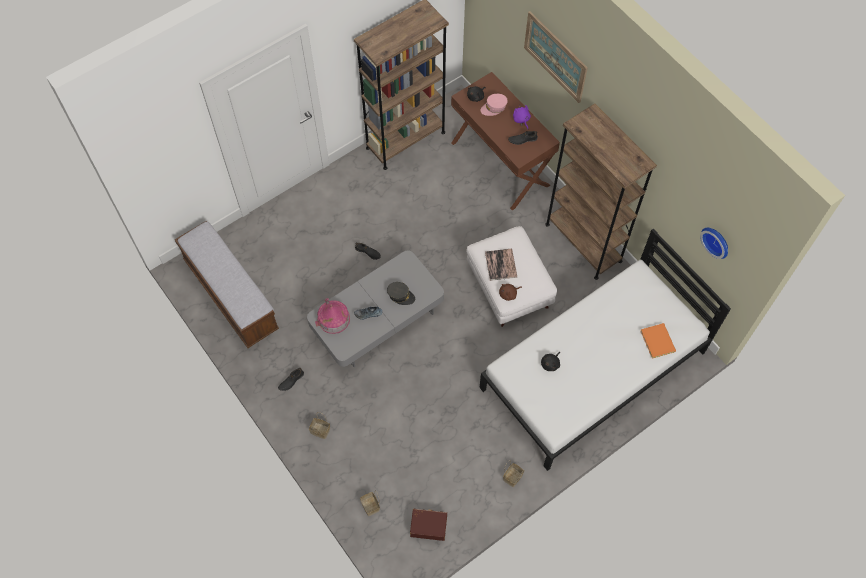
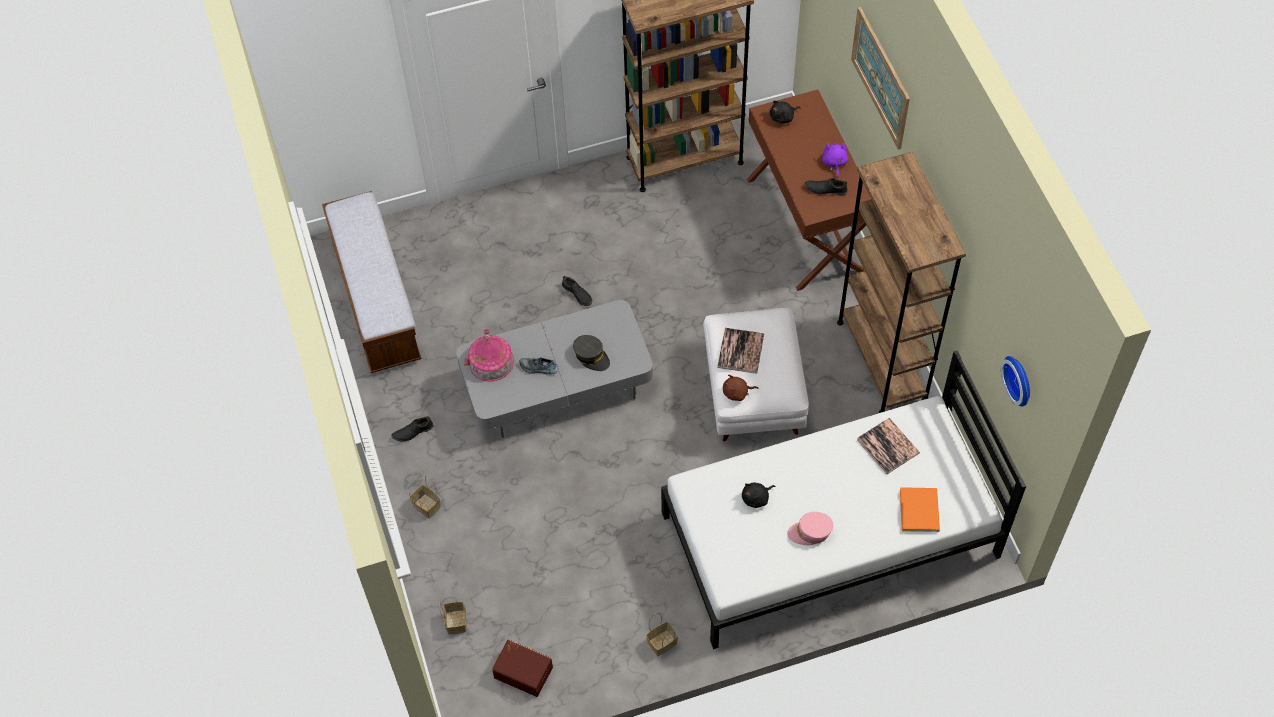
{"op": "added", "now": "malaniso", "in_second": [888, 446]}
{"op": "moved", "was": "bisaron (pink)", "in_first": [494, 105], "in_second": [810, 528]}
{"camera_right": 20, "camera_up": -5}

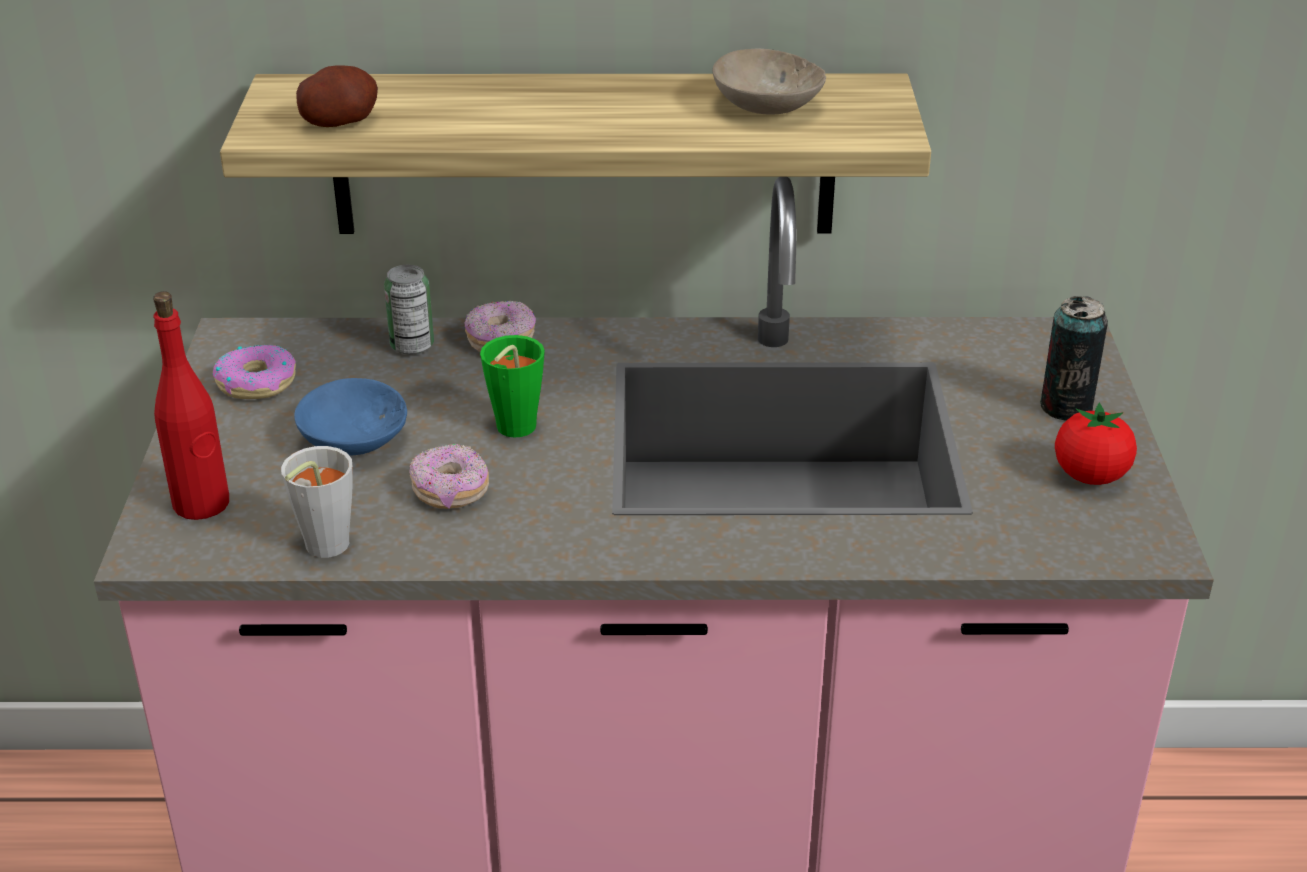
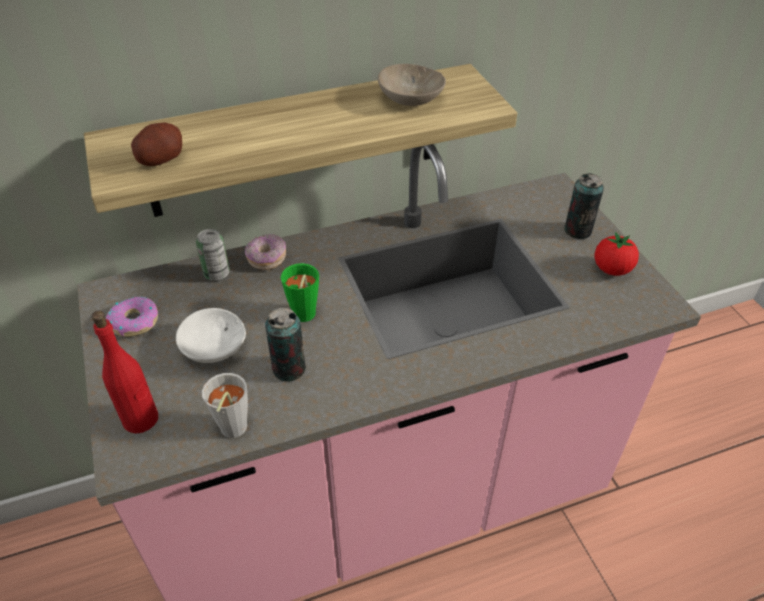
{"op": "replaced", "was": "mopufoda", "now": "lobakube", "in_first": [449, 476], "in_second": [285, 345]}
{"op": "recoloured", "was": "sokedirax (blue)", "now": "sokedirax (white)", "in_first": [350, 416], "in_second": [211, 335]}
{"camera_right": -20, "camera_up": 10}

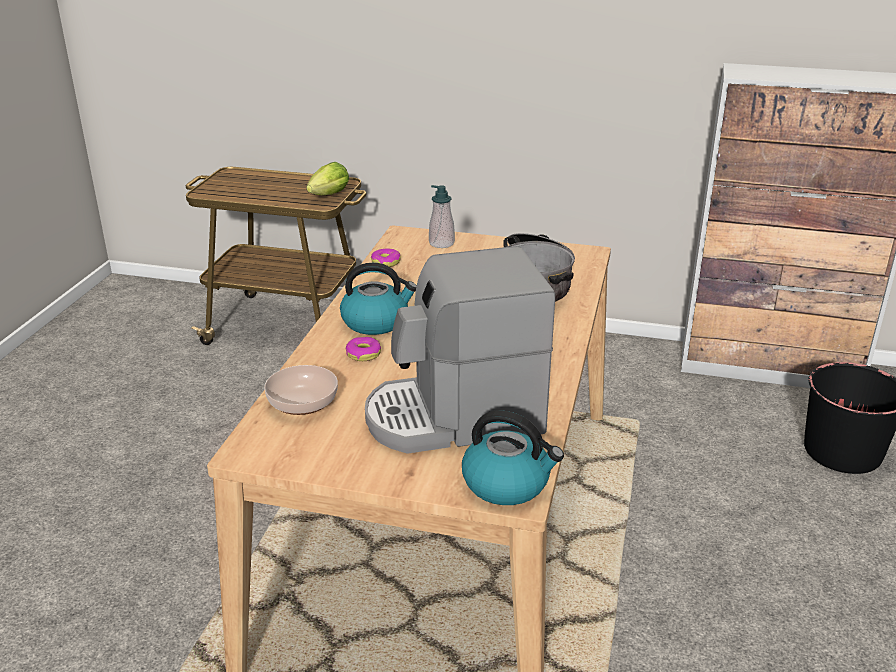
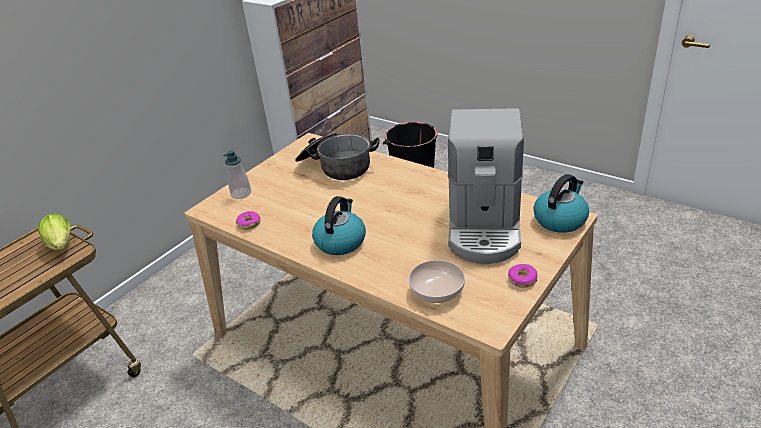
{"op": "moved", "was": "mopufoda", "in_first": [363, 349], "in_second": [523, 276]}
{"camera_right": -65, "camera_up": 5}

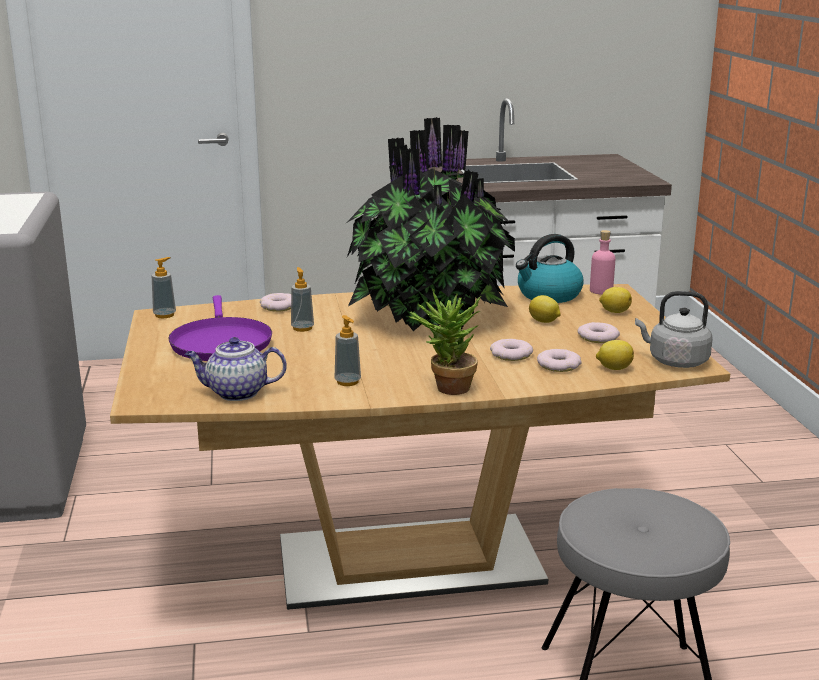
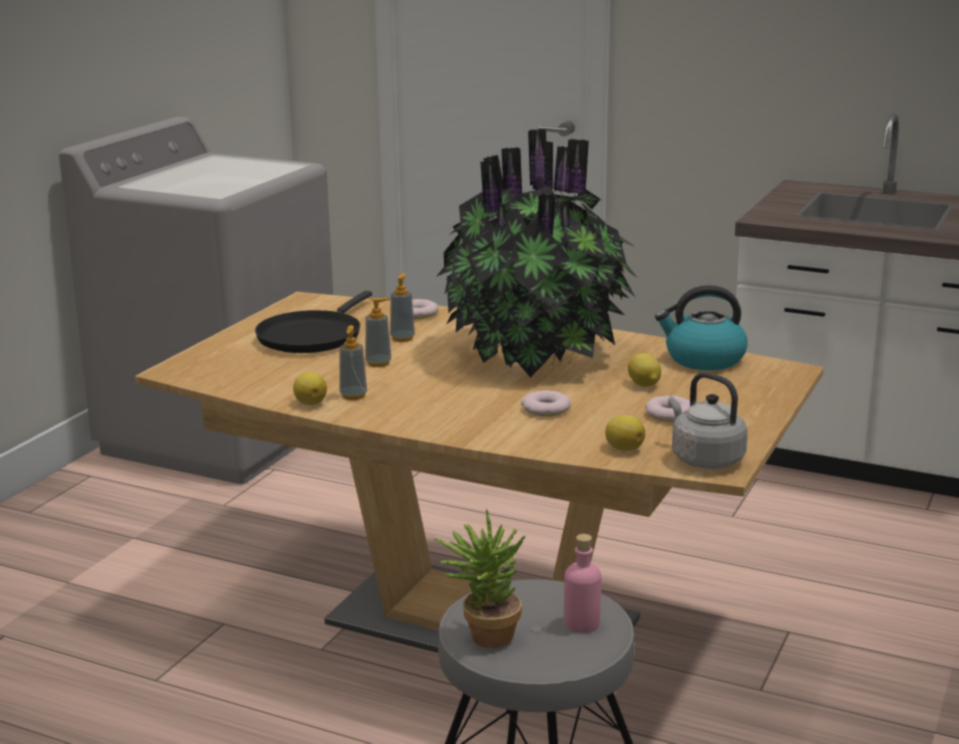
{"op": "removed", "was": "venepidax", "in_first": [236, 369]}
{"op": "removed", "was": "mopufoda", "in_first": [559, 360]}
{"op": "moved", "was": "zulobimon", "in_first": [164, 287], "in_second": [378, 332]}
{"op": "moved", "was": "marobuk", "in_first": [444, 341], "in_second": [479, 578]}
{"op": "moved", "was": "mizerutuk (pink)", "in_first": [603, 262], "in_second": [582, 583]}
{"op": "moved", "was": "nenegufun", "in_first": [615, 300], "in_second": [310, 388]}
{"op": "recoloured", "was": "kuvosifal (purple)", "now": "kuvosifal (black)", "in_first": [220, 328], "in_second": [313, 322]}
{"camera_right": 35, "camera_up": 0}

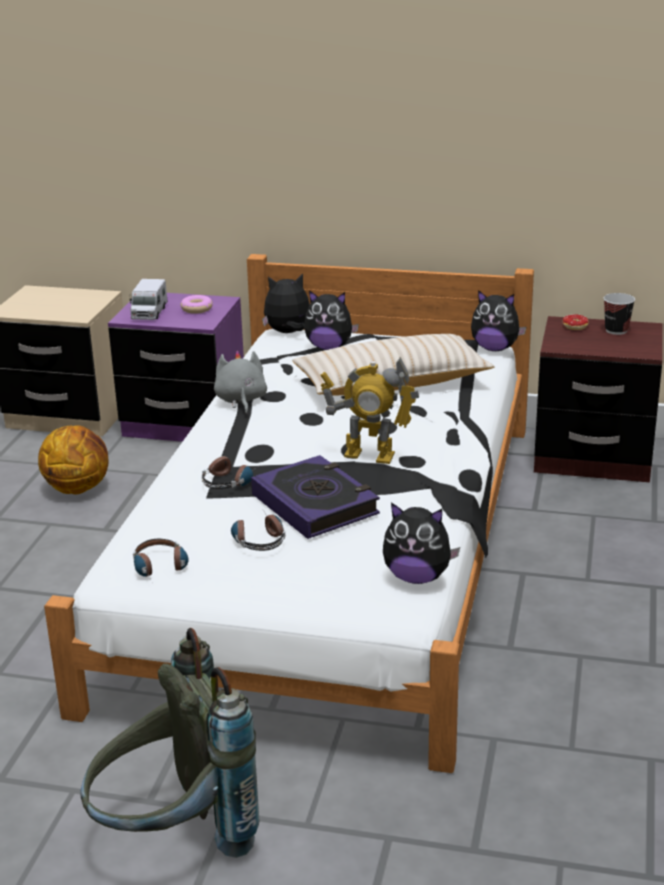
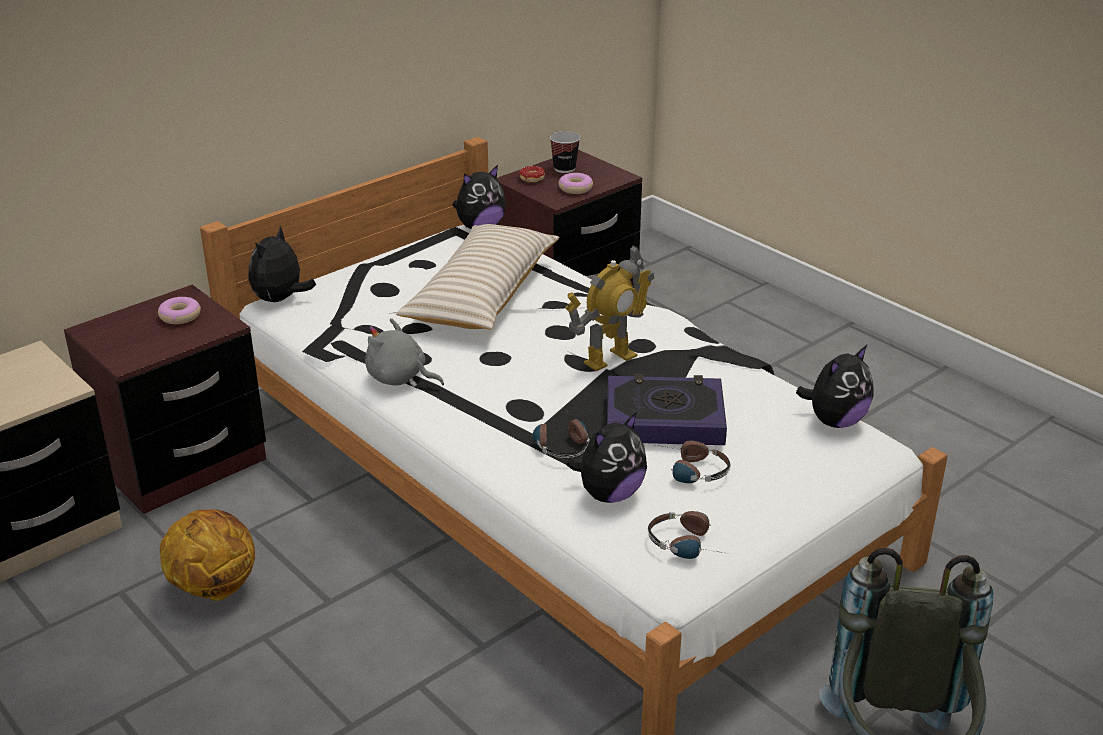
{"op": "removed", "was": "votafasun", "in_first": [148, 299]}
{"op": "added", "now": "mopufoda", "in_second": [575, 183]}
{"op": "moved", "was": "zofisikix", "in_first": [331, 320], "in_second": [607, 458]}
{"op": "recoloured", "was": "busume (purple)", "now": "busume (brown)", "in_first": [176, 367], "in_second": [165, 399]}
{"camera_right": -55, "camera_up": 5}

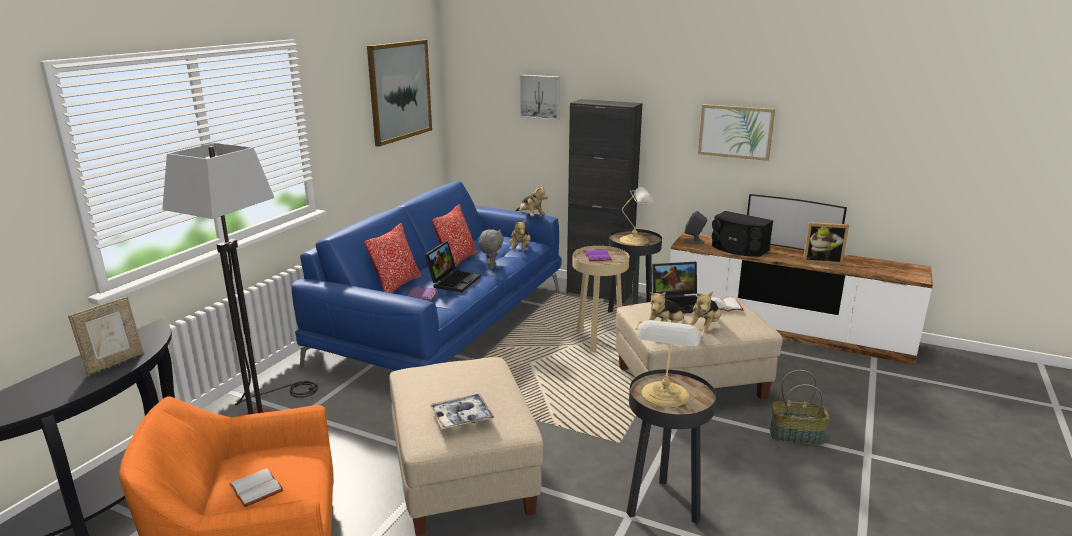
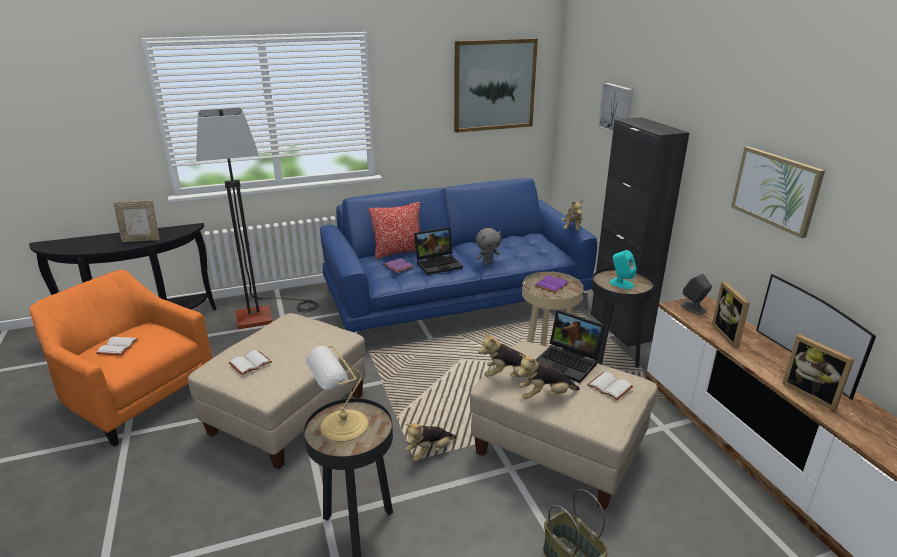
{"op": "removed", "was": "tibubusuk", "in_first": [454, 238]}
{"op": "moved", "was": "zofisikix", "in_first": [520, 235], "in_second": [430, 443]}
{"op": "replaced", "was": "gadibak", "now": "malaniso (white)", "in_first": [462, 411], "in_second": [250, 362]}
{"op": "replaced", "was": "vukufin", "now": "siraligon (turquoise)", "in_first": [637, 216], "in_second": [623, 269]}
{"op": "replaced", "was": "siraligon (black)", "now": "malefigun", "in_first": [742, 234], "in_second": [731, 315]}
{"camera_right": 45, "camera_up": 5}

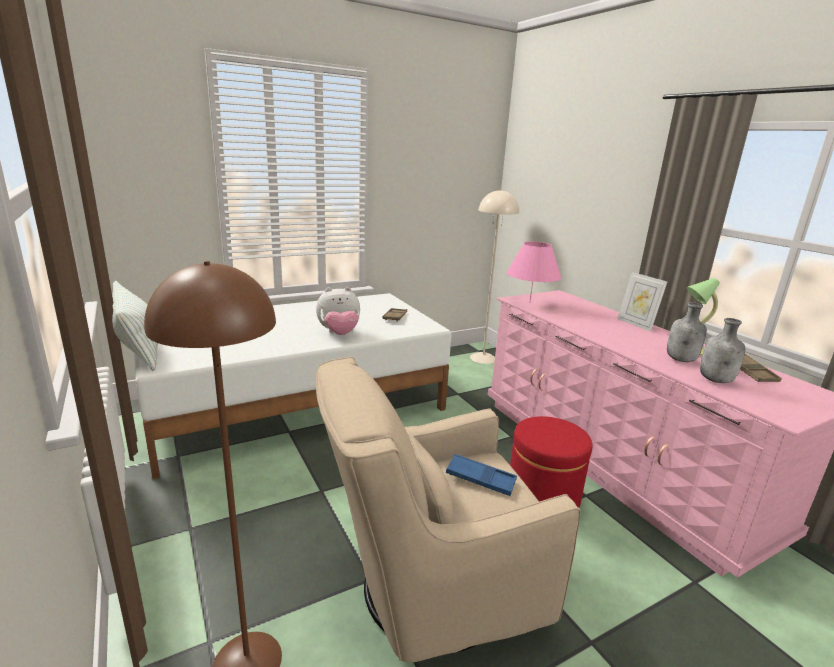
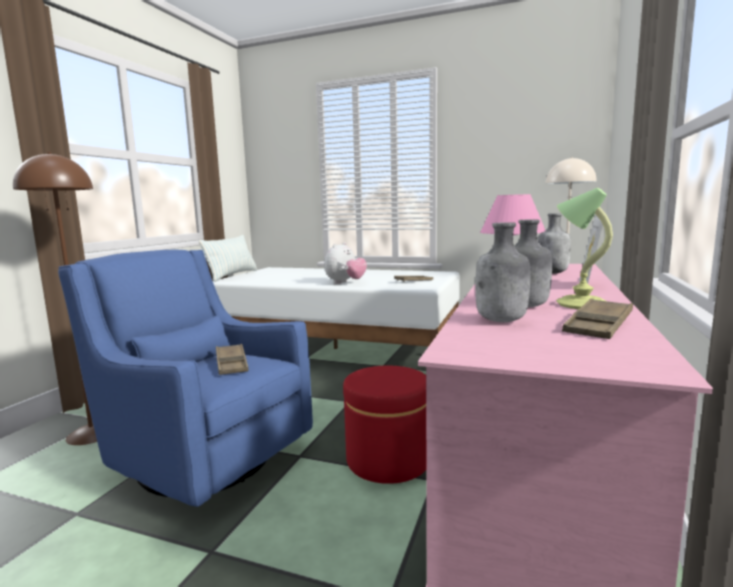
{"op": "added", "now": "mizerutuk (grey)", "in_second": [554, 243]}
{"op": "recoloured", "was": "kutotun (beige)", "now": "kutotun (blue)", "in_first": [448, 509], "in_second": [185, 378]}
{"op": "recoloured", "was": "gadibak (blue)", "now": "gadibak (brown)", "in_first": [481, 475], "in_second": [232, 359]}
{"op": "turned", "was": "zofisikix", "in_first": [338, 311], "in_second": [346, 263], "clockwise": -90}
{"camera_right": 50, "camera_up": -10}

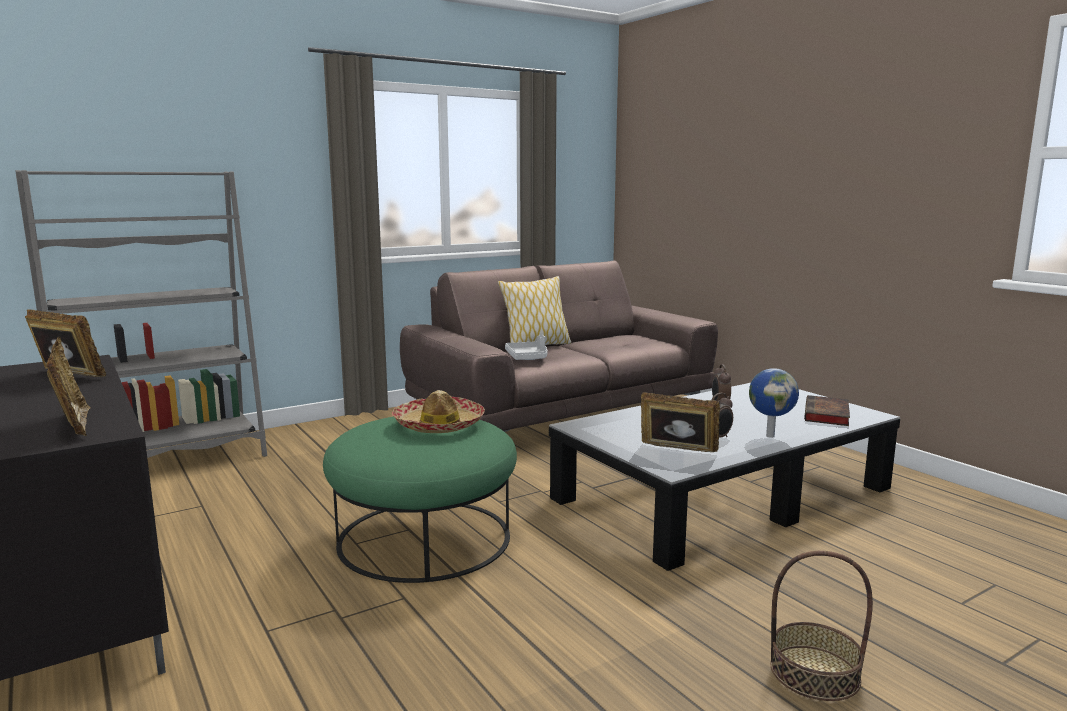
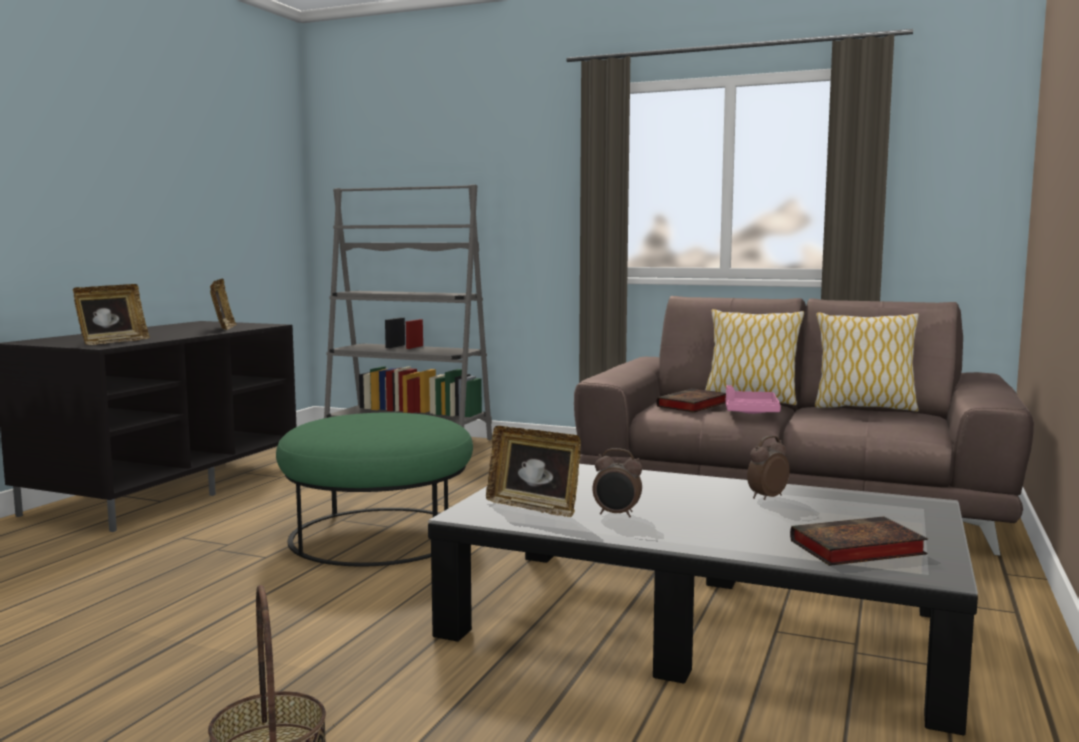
{"op": "removed", "was": "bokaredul", "in_first": [438, 411]}
{"op": "removed", "was": "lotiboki", "in_first": [774, 403]}
{"op": "added", "now": "gadibak (pink)", "in_second": [753, 399]}
{"op": "added", "now": "tibubusuk", "in_second": [867, 362]}
{"op": "replaced", "was": "gadibak (grey)", "now": "malaniso", "in_first": [526, 347], "in_second": [691, 400]}
{"op": "turned", "was": "malefigun", "in_first": [680, 422], "in_second": [533, 471], "clockwise": 135}
{"camera_right": 55, "camera_up": -5}

